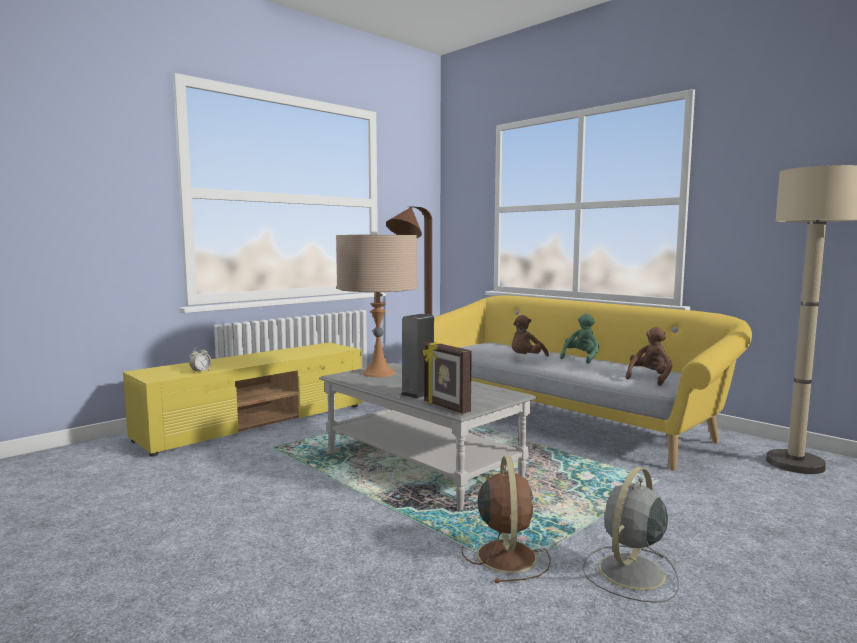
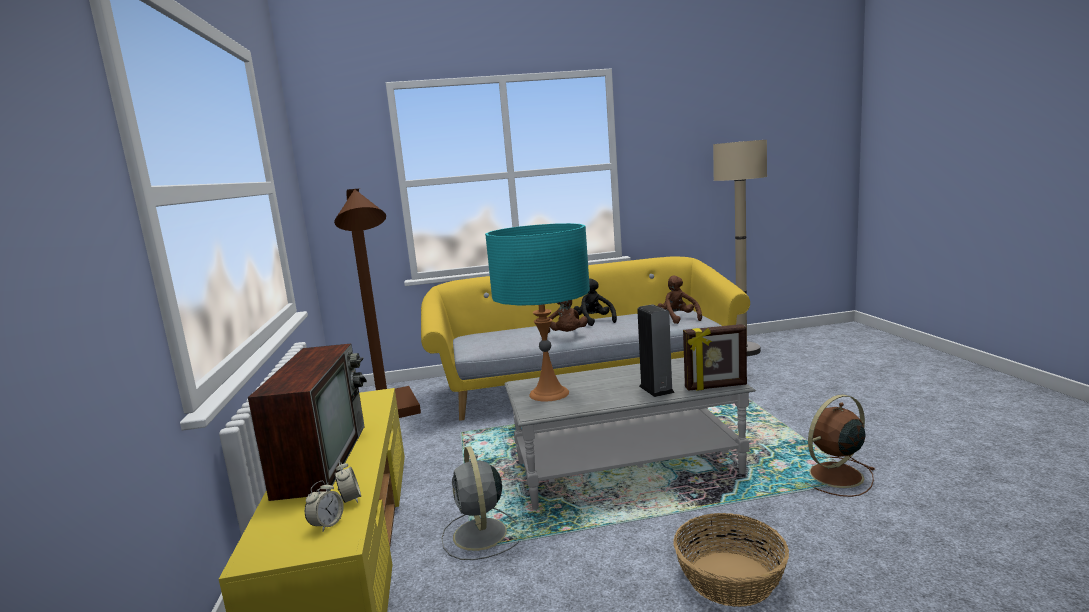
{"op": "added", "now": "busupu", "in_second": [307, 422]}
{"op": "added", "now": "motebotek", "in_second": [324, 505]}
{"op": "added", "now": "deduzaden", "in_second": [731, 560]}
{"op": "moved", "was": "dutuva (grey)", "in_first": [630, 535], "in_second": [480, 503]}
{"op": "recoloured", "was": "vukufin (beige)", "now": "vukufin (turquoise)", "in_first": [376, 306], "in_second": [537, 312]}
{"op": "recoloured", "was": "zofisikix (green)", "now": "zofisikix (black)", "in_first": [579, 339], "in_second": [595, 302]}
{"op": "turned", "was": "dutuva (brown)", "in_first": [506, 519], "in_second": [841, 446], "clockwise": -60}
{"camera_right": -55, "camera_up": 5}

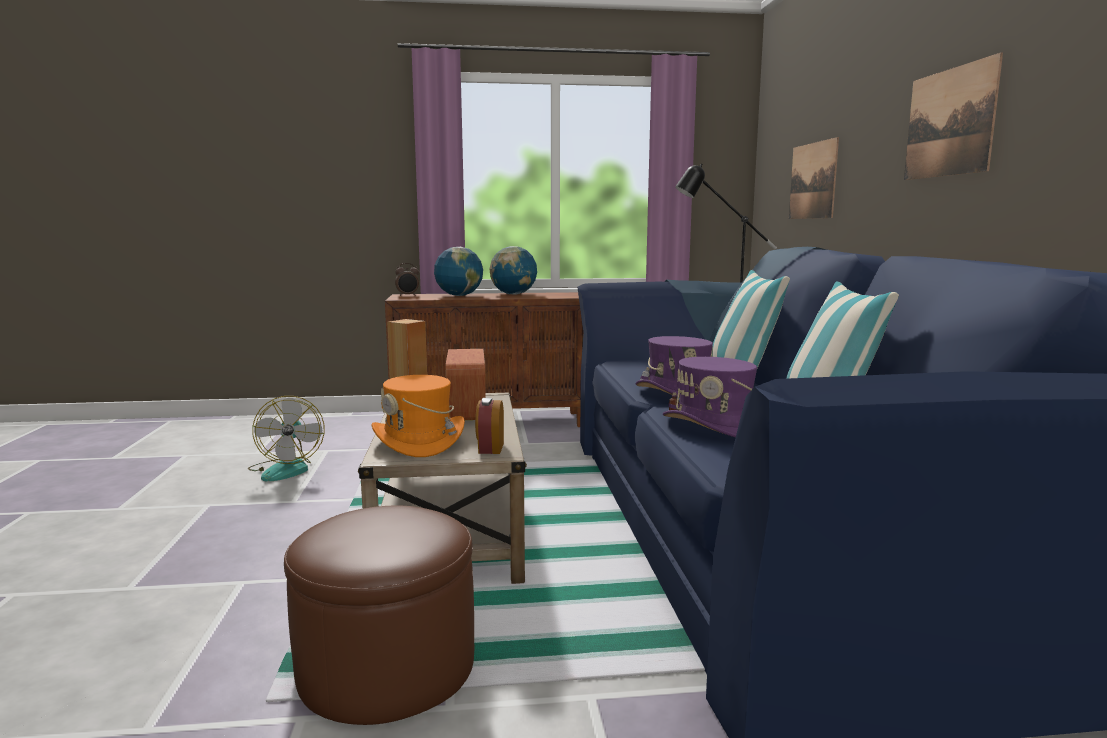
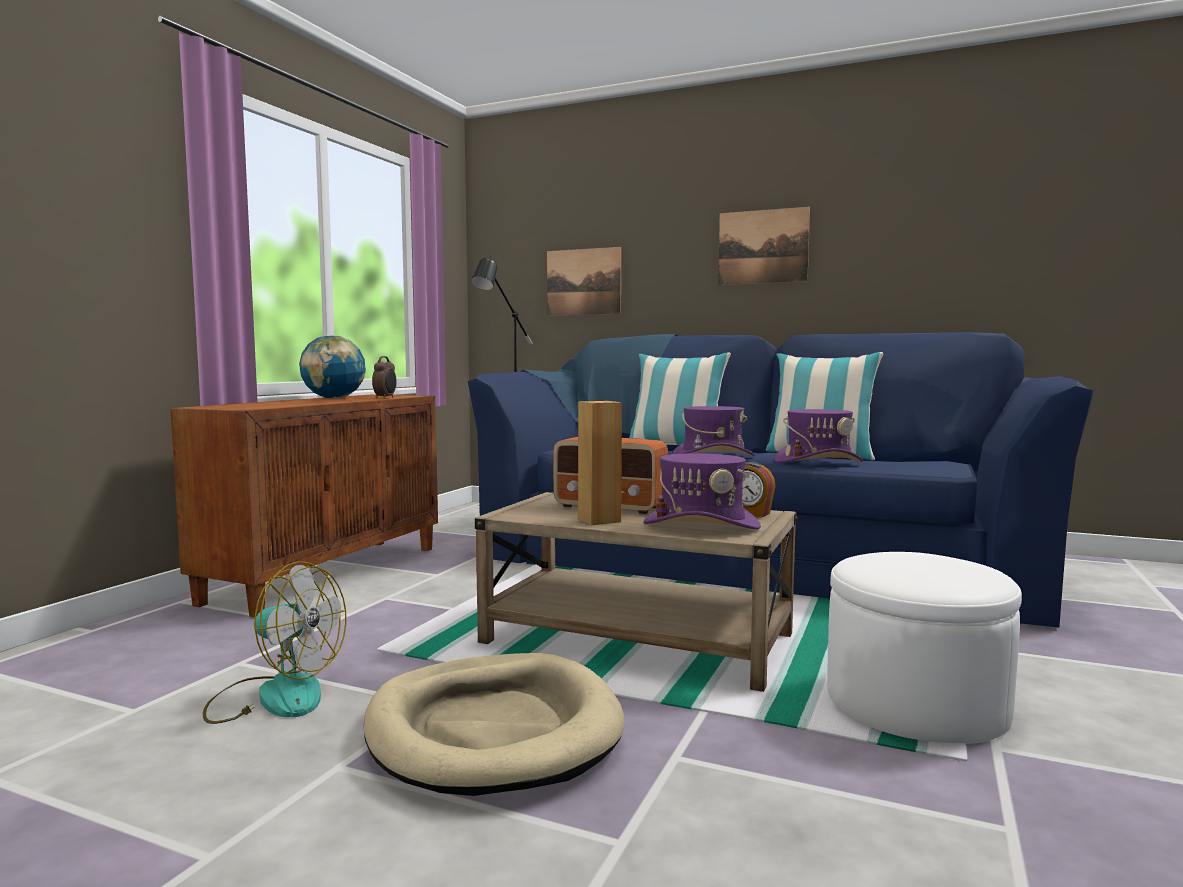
{"op": "removed", "was": "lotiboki", "in_first": [458, 271]}
{"op": "added", "now": "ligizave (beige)", "in_second": [494, 724]}
{"op": "moved", "was": "motebotek", "in_first": [407, 279], "in_second": [384, 377]}
{"op": "recoloured", "was": "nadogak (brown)", "now": "nadogak (white)", "in_first": [379, 615], "in_second": [924, 648]}
{"op": "recoloured", "was": "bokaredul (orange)", "now": "bokaredul (purple)", "in_first": [418, 416], "in_second": [702, 491]}
{"camera_right": -60, "camera_up": -5}

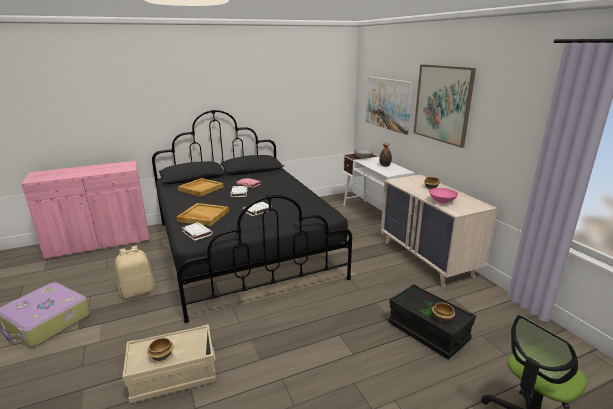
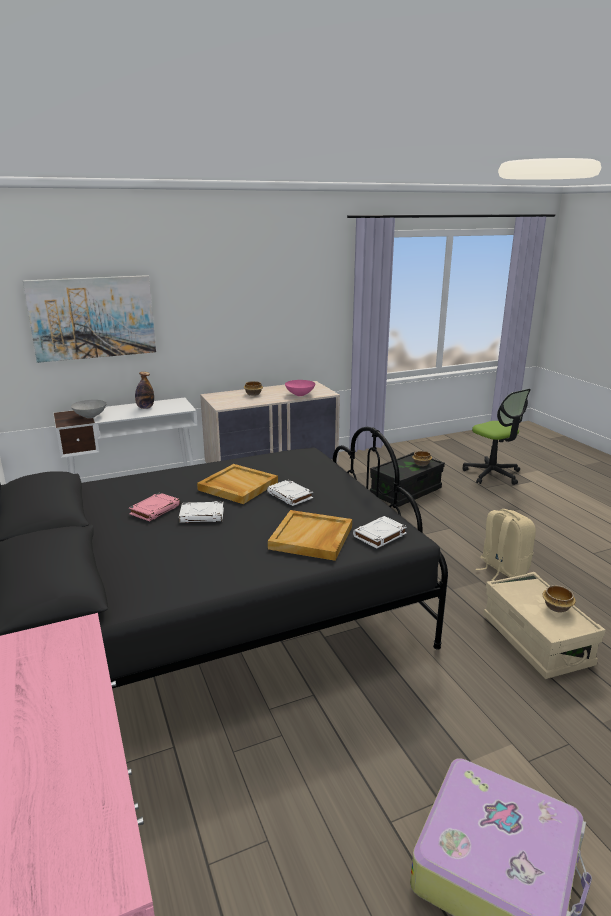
{"op": "removed", "was": "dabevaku", "in_first": [444, 106]}
{"op": "moved", "was": "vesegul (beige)", "in_first": [135, 272], "in_second": [506, 545]}
{"op": "moved", "was": "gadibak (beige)", "in_first": [200, 187], "in_second": [237, 484]}
{"camera_right": -90, "camera_up": 0}

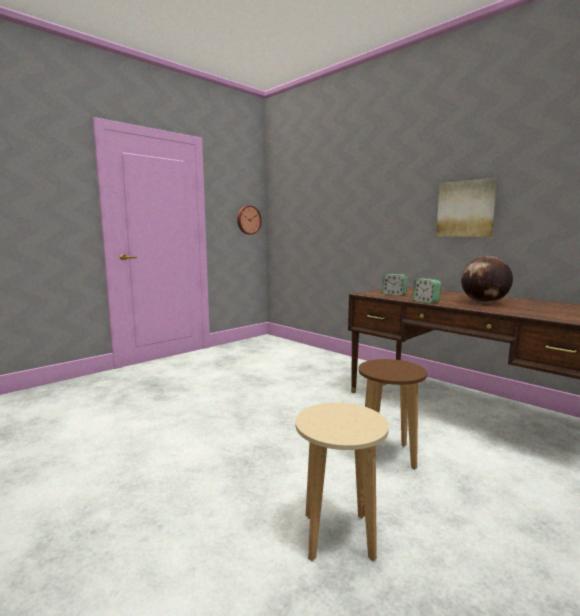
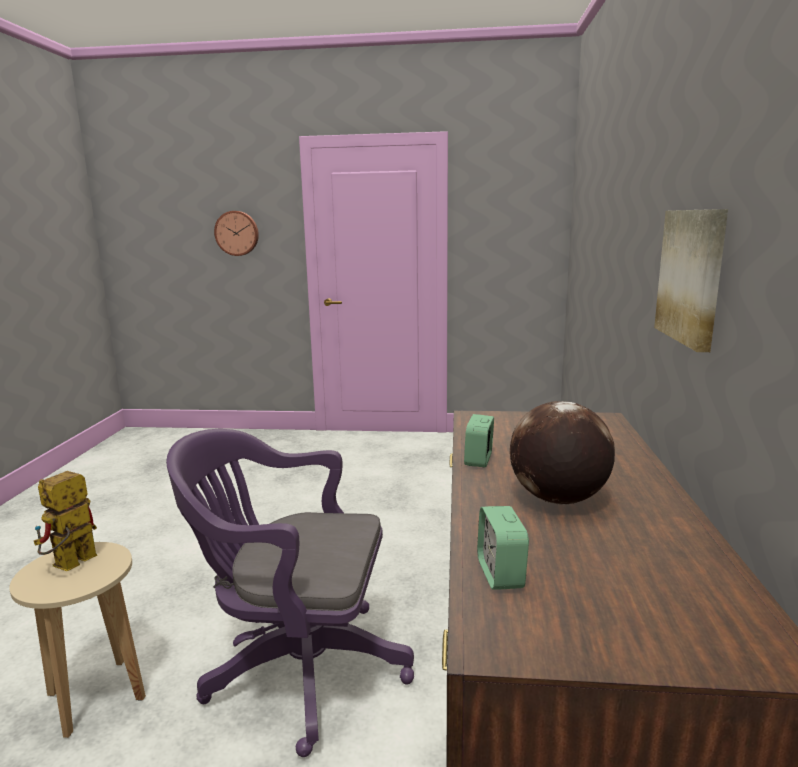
{"op": "added", "now": "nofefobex", "in_second": [65, 521]}
{"op": "moved", "was": "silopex", "in_first": [249, 220], "in_second": [236, 233]}
{"op": "moved", "was": "motebotek", "in_first": [394, 285], "in_second": [503, 548]}
{"op": "replaced", "was": "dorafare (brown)", "now": "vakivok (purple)", "in_first": [392, 414], "in_second": [290, 593]}
{"camera_right": 50, "camera_up": 5}

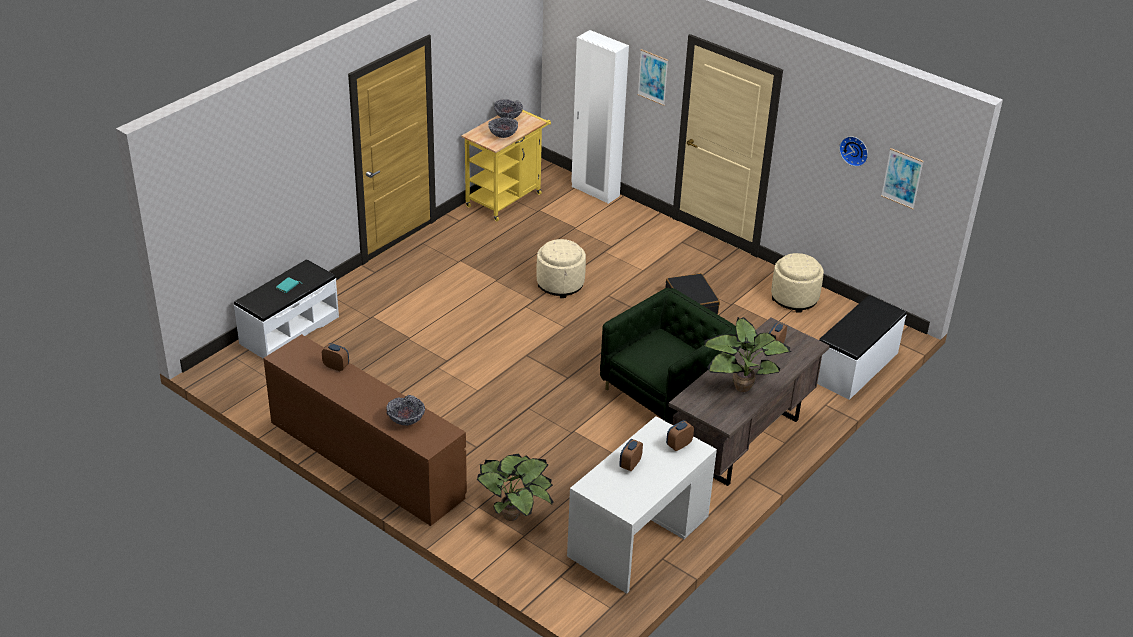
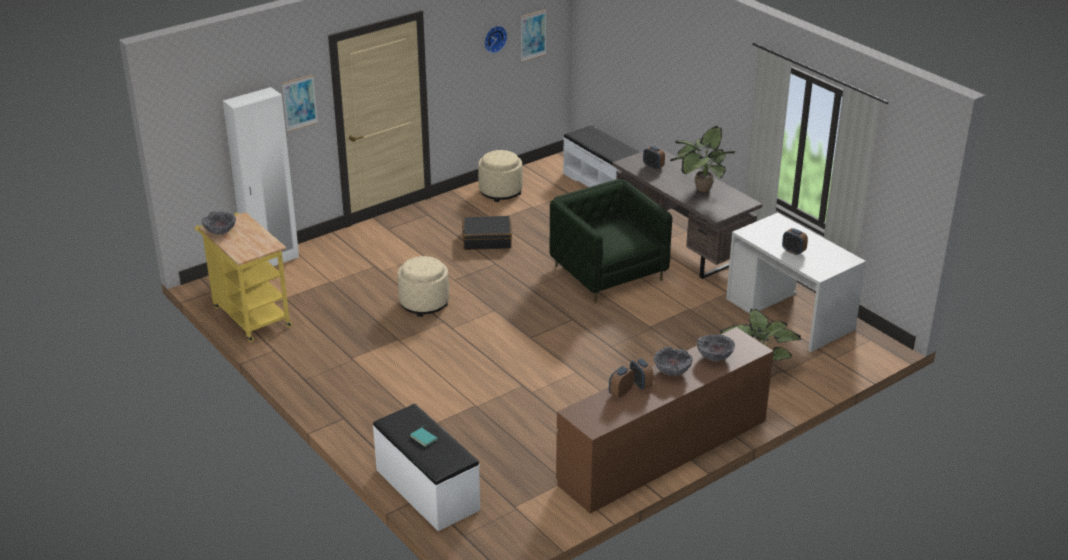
{"op": "moved", "was": "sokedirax", "in_first": [503, 127], "in_second": [673, 361]}
{"op": "moved", "was": "motebotek", "in_first": [680, 435], "in_second": [642, 374]}
{"camera_right": -75, "camera_up": -5}

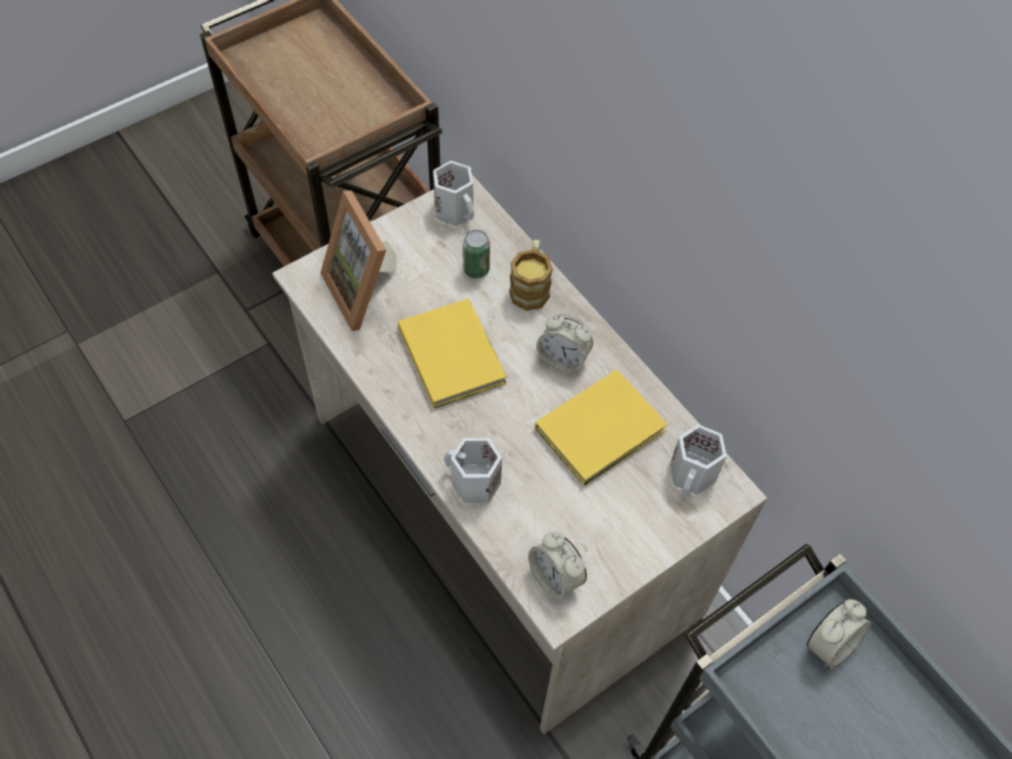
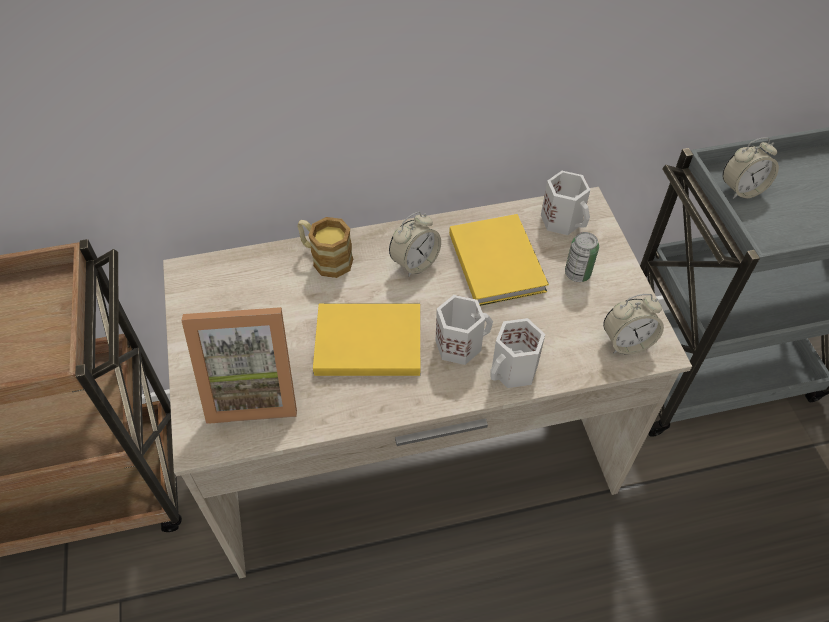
{"op": "moved", "was": "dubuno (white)", "in_first": [453, 193], "in_second": [464, 330]}
{"op": "moved", "was": "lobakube", "in_first": [476, 254], "in_second": [582, 257]}
{"op": "turned", "was": "motebotek", "in_first": [838, 634], "in_second": [750, 168], "clockwise": 90}
{"camera_right": -65, "camera_up": -5}

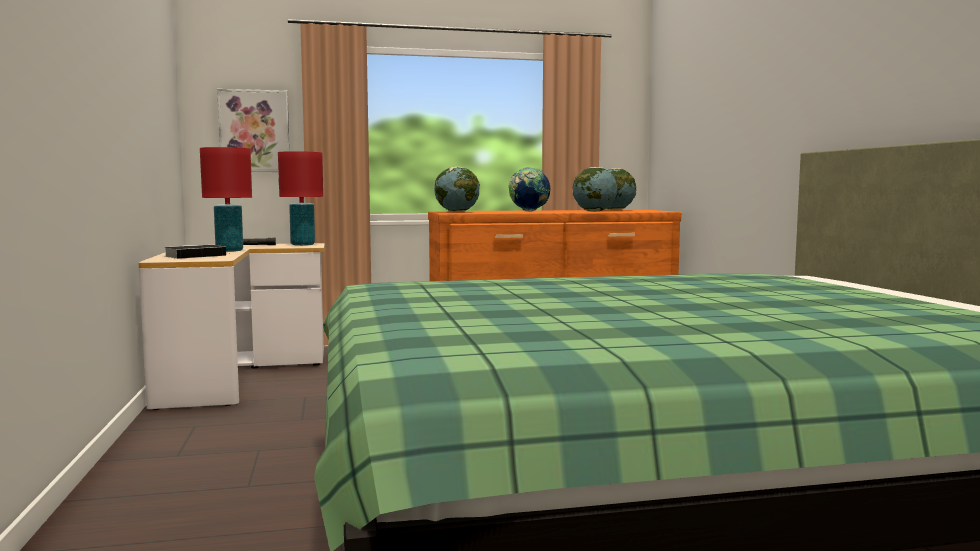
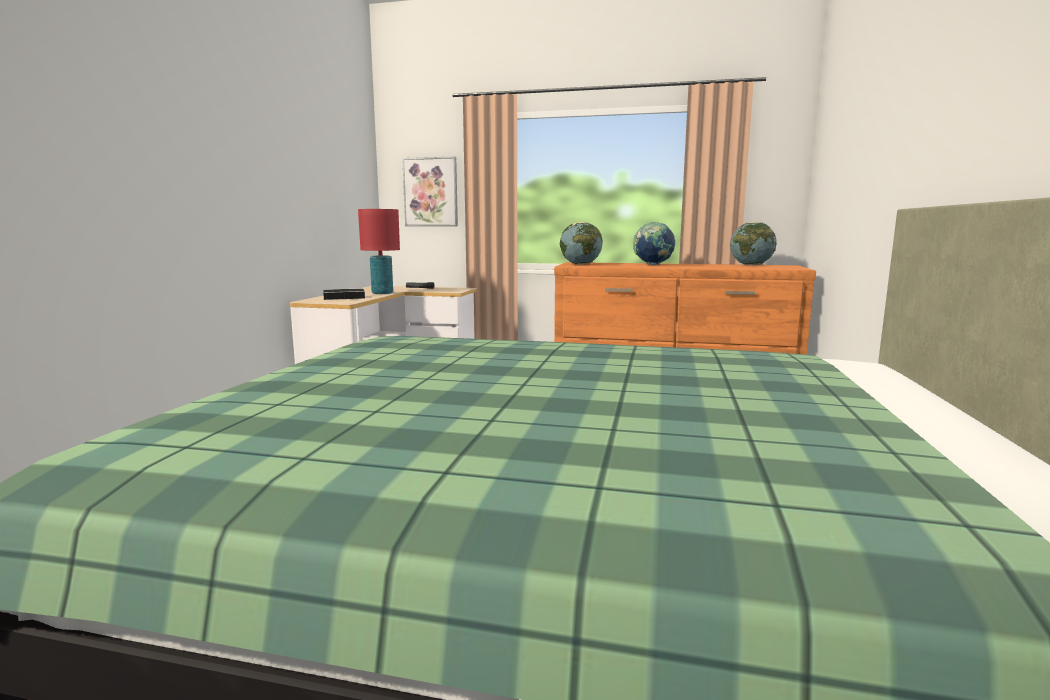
{"op": "removed", "was": "vukufin (red)", "in_first": [300, 198]}
{"op": "removed", "was": "lotiboki", "in_first": [595, 189]}
{"camera_right": 25, "camera_up": 5}

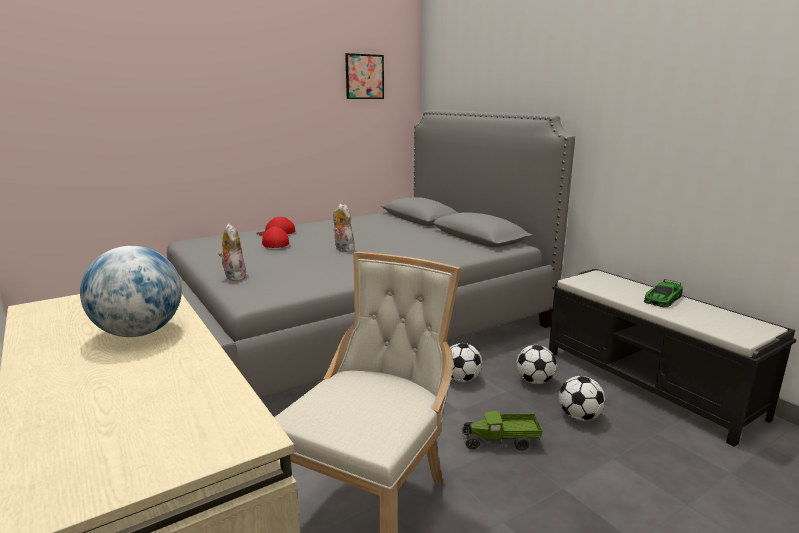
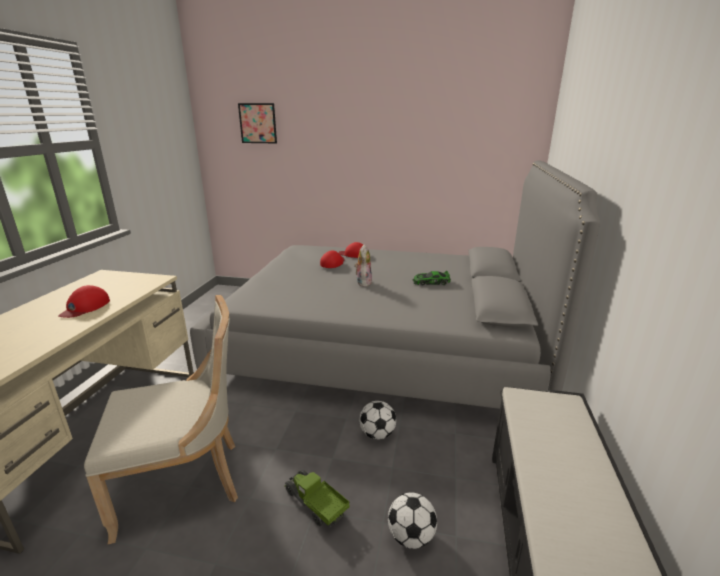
{"op": "removed", "was": "zofisikix", "in_first": [232, 252]}
{"op": "removed", "was": "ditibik", "in_first": [536, 364]}
{"op": "moved", "was": "dabevaku", "in_first": [364, 76], "in_second": [257, 123]}
{"op": "moved", "was": "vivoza", "in_first": [663, 293], "in_second": [432, 278]}
{"op": "replaced", "was": "lotiboki", "now": "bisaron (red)", "in_first": [131, 291], "in_second": [84, 301]}
{"camera_right": 45, "camera_up": 5}

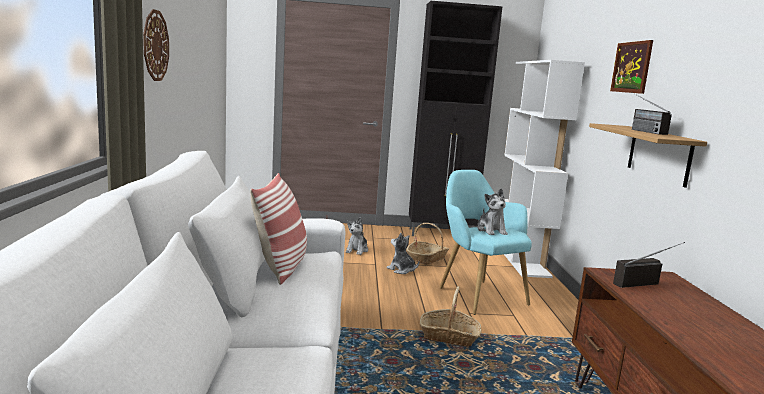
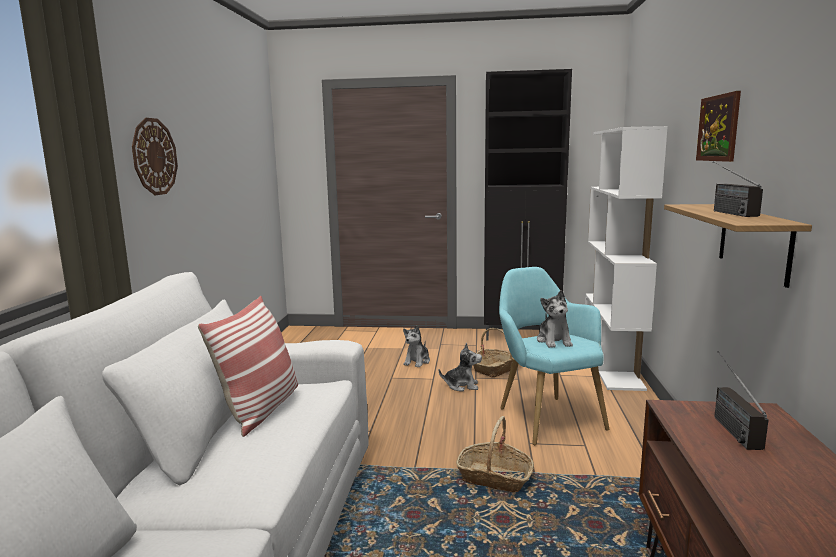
{"op": "turned", "was": "zofisikix", "in_first": [403, 253], "in_second": [460, 367], "clockwise": 135}
{"op": "turned", "was": "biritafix", "in_first": [649, 265], "in_second": [741, 400], "clockwise": -75}
{"camera_right": 10, "camera_up": 0}

